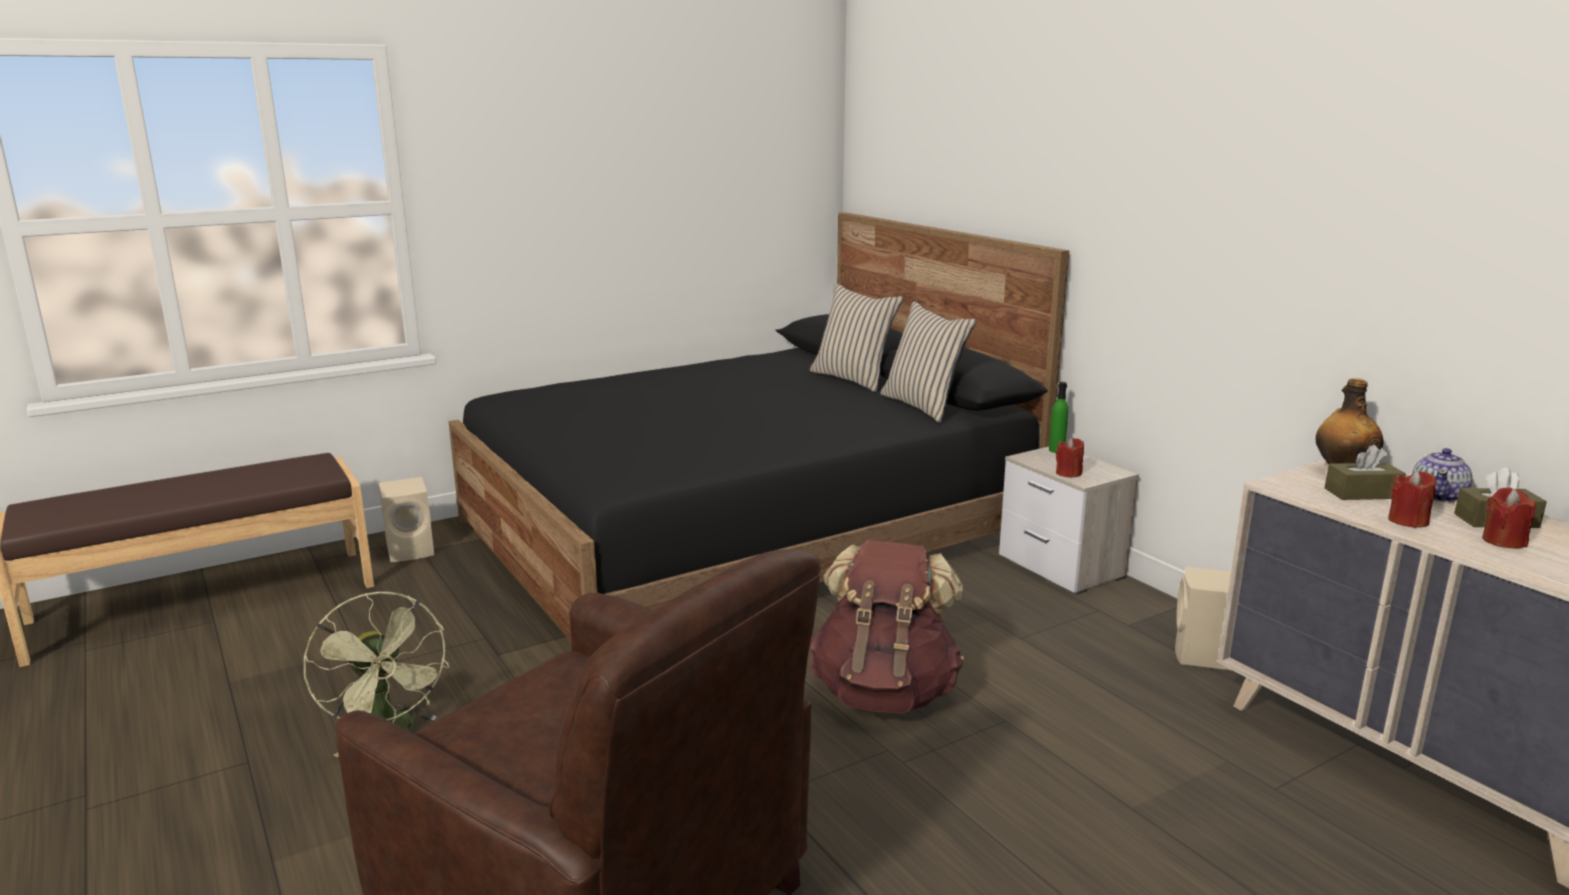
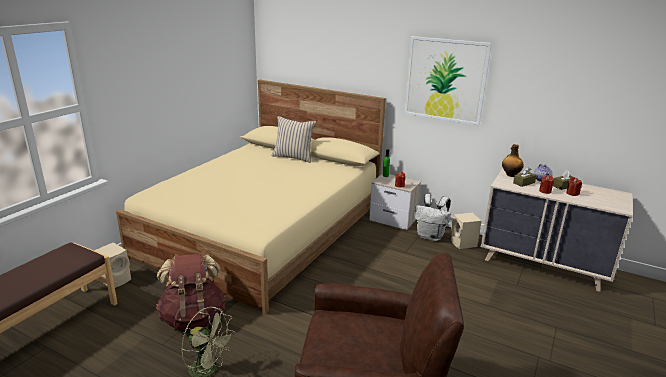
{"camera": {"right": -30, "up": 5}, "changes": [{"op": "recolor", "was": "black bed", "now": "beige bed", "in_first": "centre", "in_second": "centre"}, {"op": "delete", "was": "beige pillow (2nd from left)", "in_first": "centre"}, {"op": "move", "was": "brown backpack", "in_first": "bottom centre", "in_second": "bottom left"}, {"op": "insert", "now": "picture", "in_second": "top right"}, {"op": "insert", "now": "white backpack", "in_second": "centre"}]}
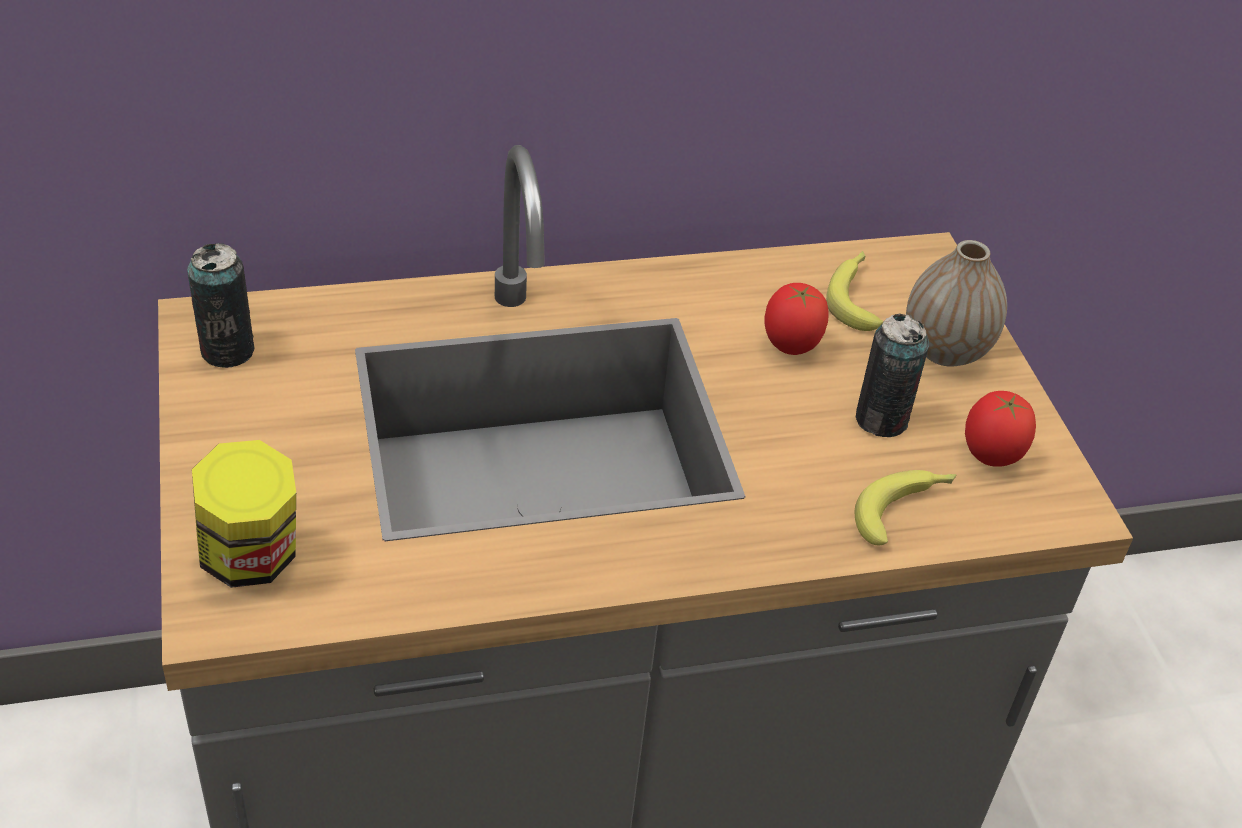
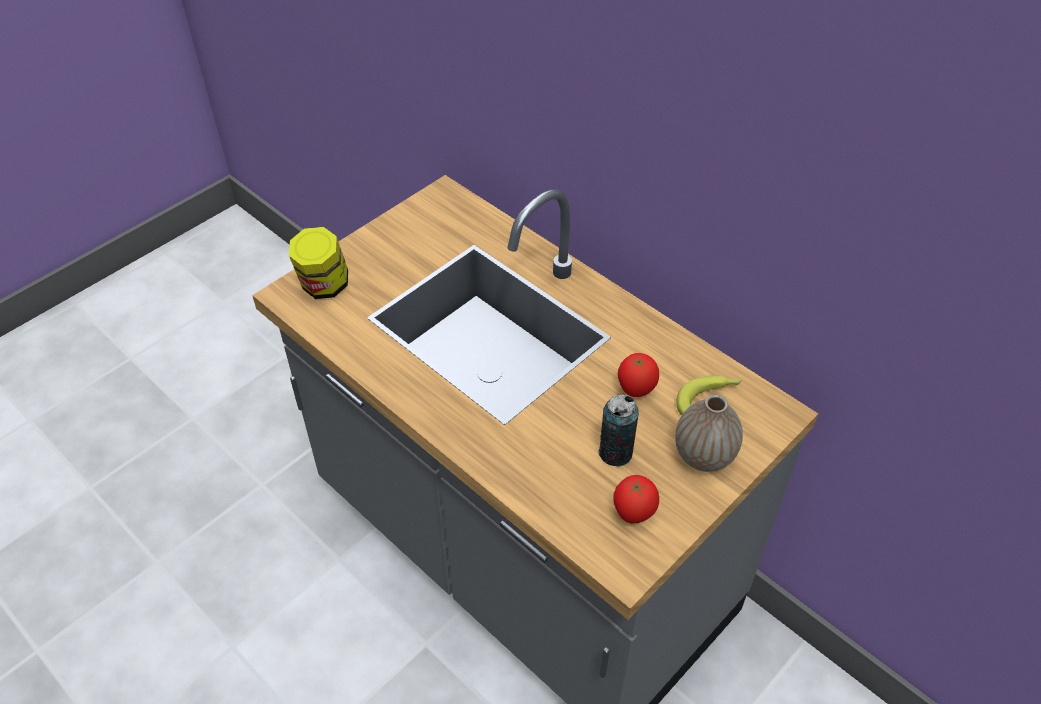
{"camera": {"right": 60, "up": 5}, "changes": [{"op": "delete", "was": "can (1st from left)", "in_first": "middle left"}, {"op": "delete", "was": "banana (2nd from left)", "in_first": "middle right"}]}
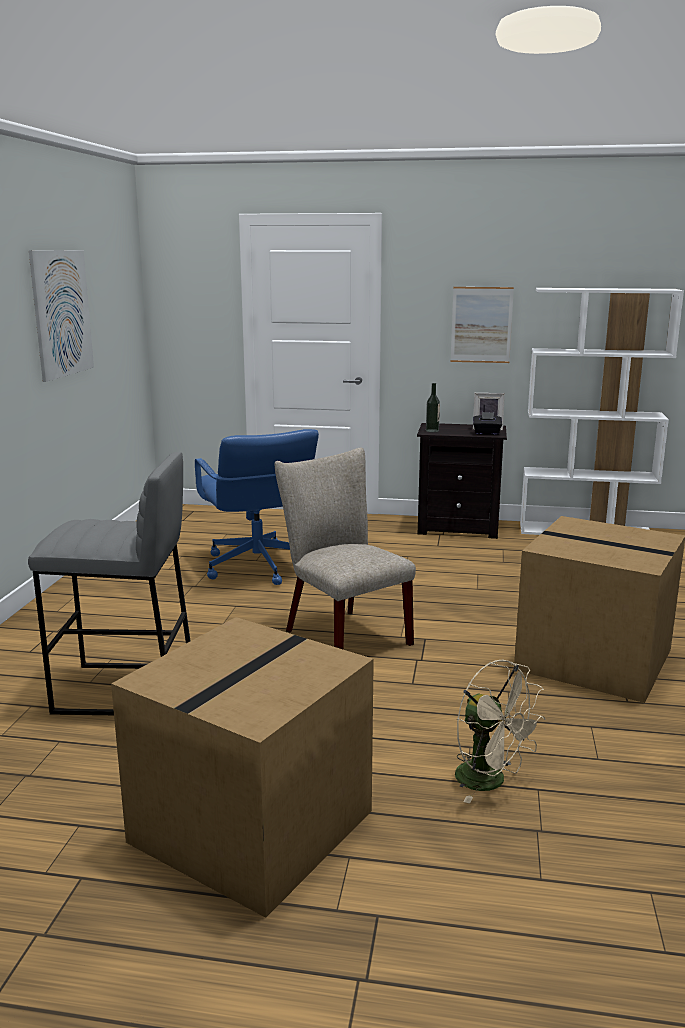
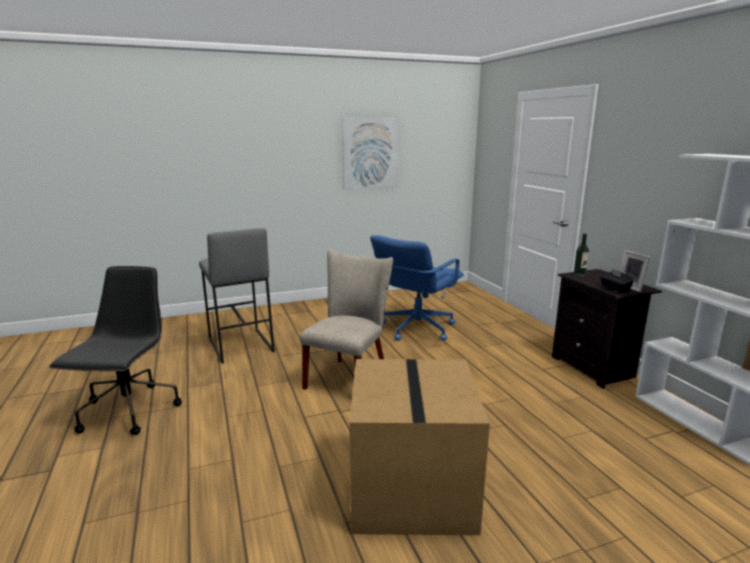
{"camera": {"right": 60, "up": 0}, "changes": [{"op": "delete", "was": "picture (2nd from left)", "in_first": "top right"}, {"op": "replace", "was": "cardboard box (1st from left)", "now": "black office chair", "in_first": "bottom centre", "in_second": "middle left"}, {"op": "delete", "was": "beige fan", "in_first": "bottom right"}]}
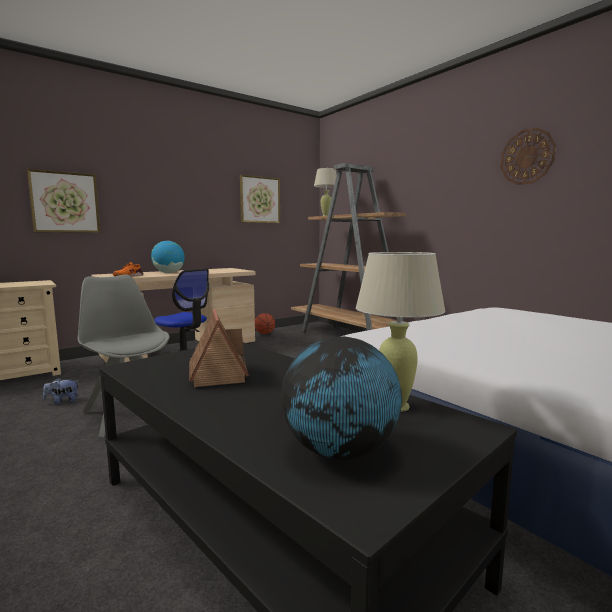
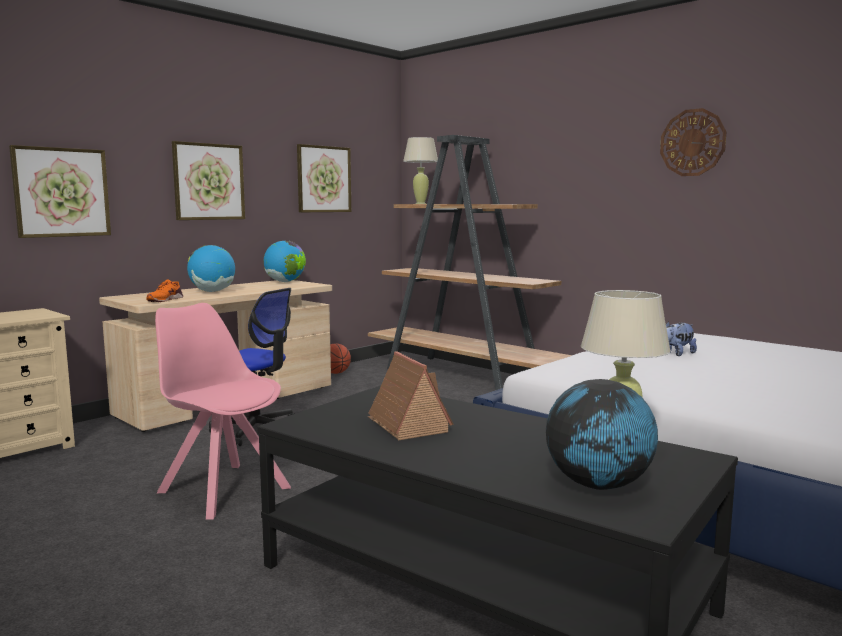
{"camera": {"right": -10, "up": 0}, "changes": [{"op": "recolor", "was": "grey chair", "now": "pink chair", "in_first": "middle left", "in_second": "middle left"}, {"op": "move", "was": "plush toy", "in_first": "middle left", "in_second": "middle right"}, {"op": "insert", "now": "picture (2nd from left)", "in_second": "top left"}, {"op": "insert", "now": "globe (2nd from left)", "in_second": "centre"}]}
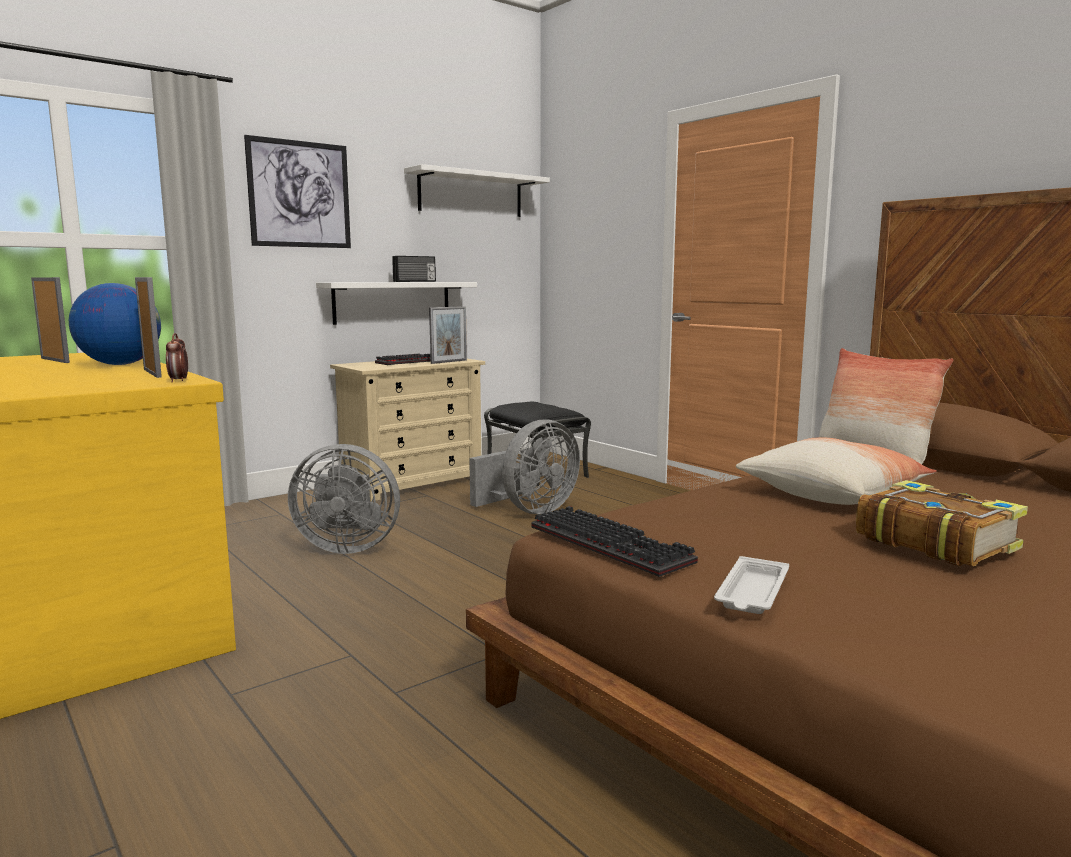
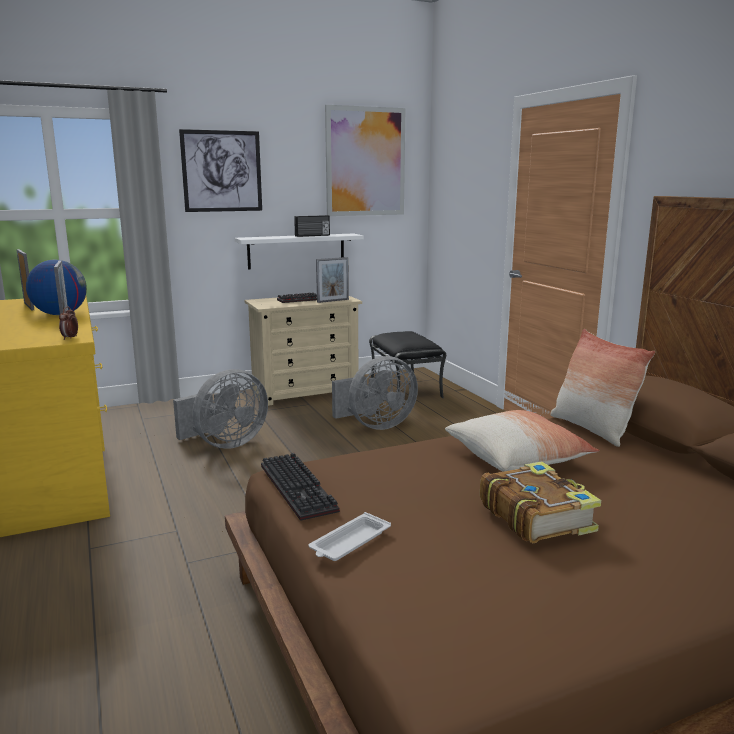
{"camera": {"right": 15, "up": 5}, "changes": [{"op": "replace", "was": "white shelf (2nd from left)", "now": "picture (2nd from left)", "in_first": "top centre", "in_second": "top centre"}, {"op": "rotate", "was": "grey fan (1st from left)", "in_first": "middle left", "in_second": "middle left", "clockwise": -60}]}
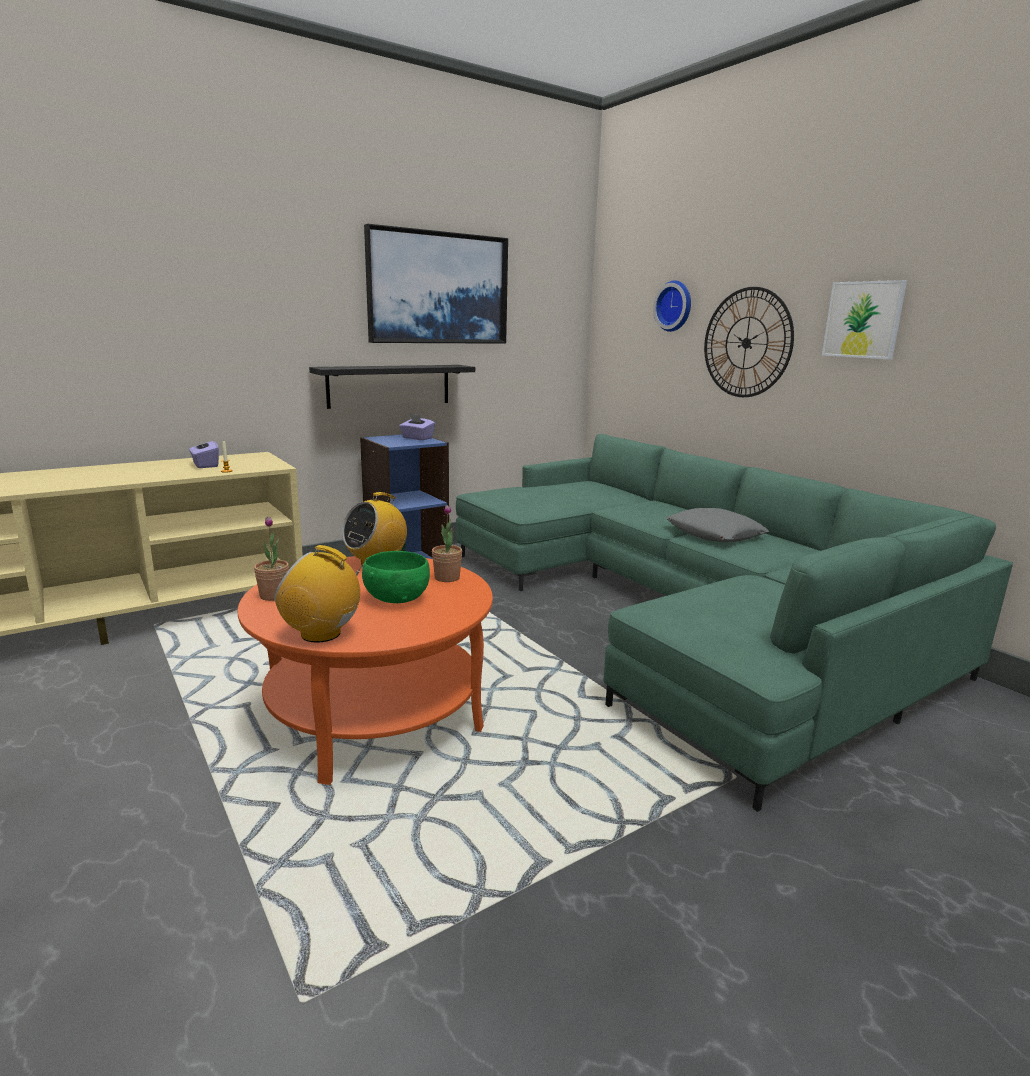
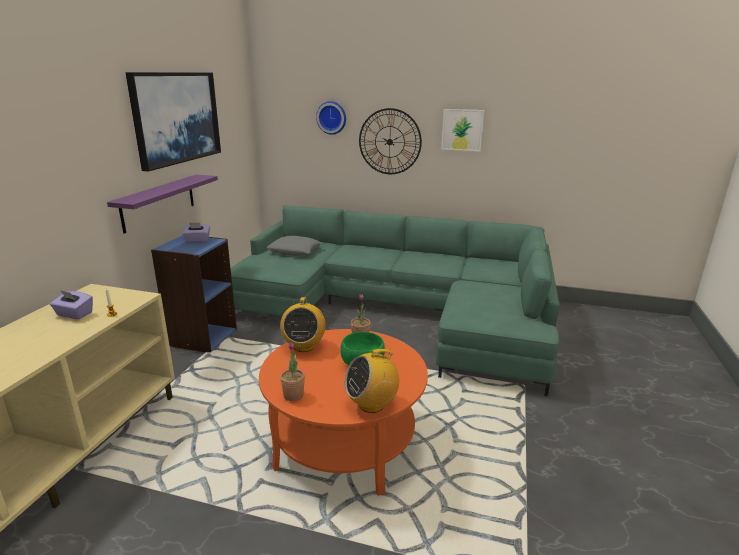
{"camera": {"right": -40, "up": 5}, "changes": [{"op": "recolor", "was": "black shelf", "now": "purple shelf", "in_first": "centre", "in_second": "middle left"}, {"op": "move", "was": "grey pillow", "in_first": "middle right", "in_second": "centre"}]}
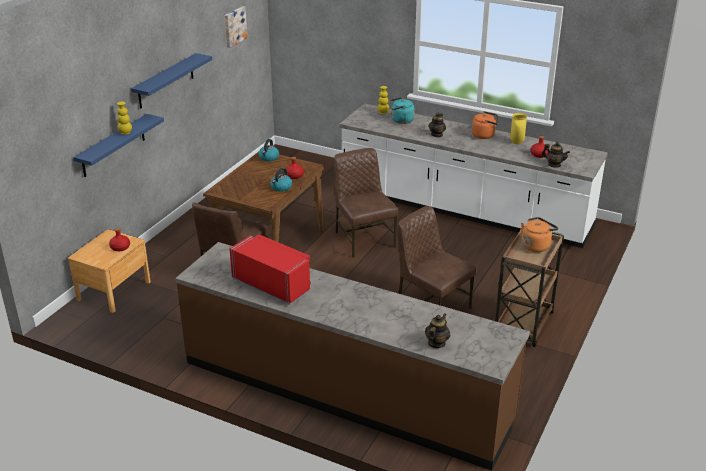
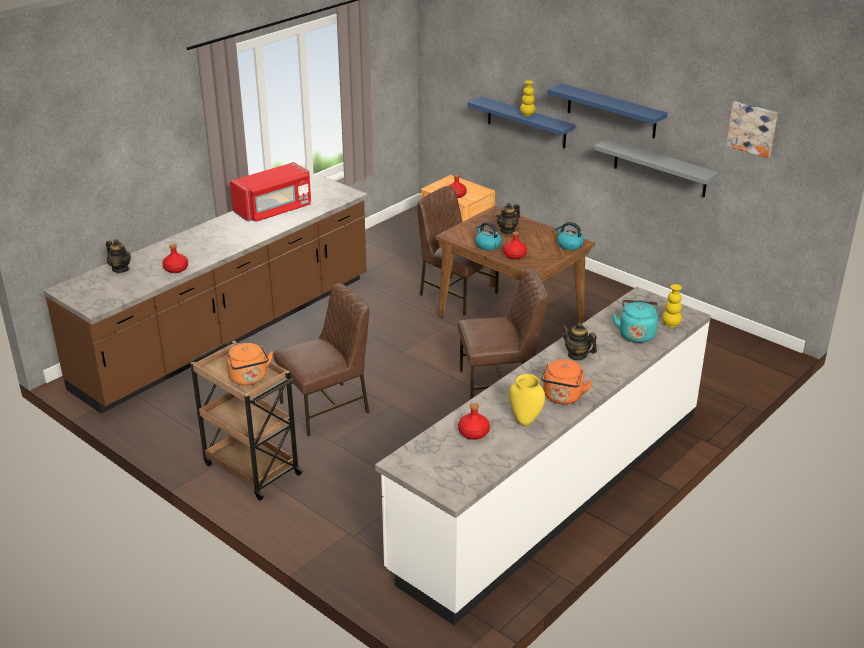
{"camera": {"right": 105, "up": 0}, "changes": [{"op": "move", "was": "teapot (3rd from left in the first image)", "now": "teapot (2nd from left)", "in_first": "top right", "in_second": "centre"}, {"op": "insert", "now": "grey shelf", "in_second": "top right"}, {"op": "insert", "now": "red bottle (1st from left)", "in_second": "middle left"}]}
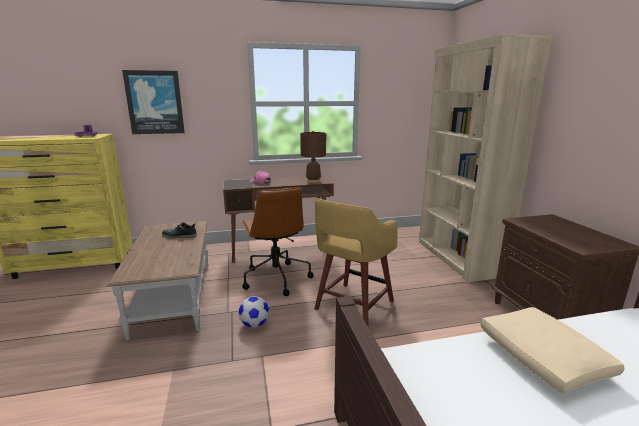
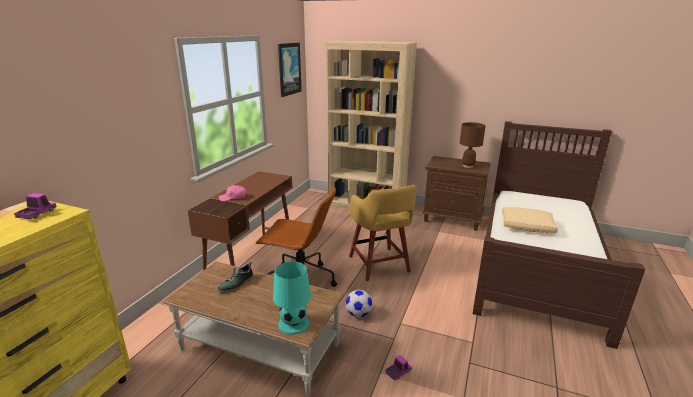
{"camera": {"right": -55, "up": 5}, "changes": [{"op": "move", "was": "picture", "in_first": "top left", "in_second": "top centre"}, {"op": "move", "was": "brown table lamp", "in_first": "centre", "in_second": "middle right"}, {"op": "insert", "now": "turquoise table lamp", "in_second": "bottom centre"}, {"op": "insert", "now": "toy truck (2nd from left)", "in_second": "bottom centre"}]}
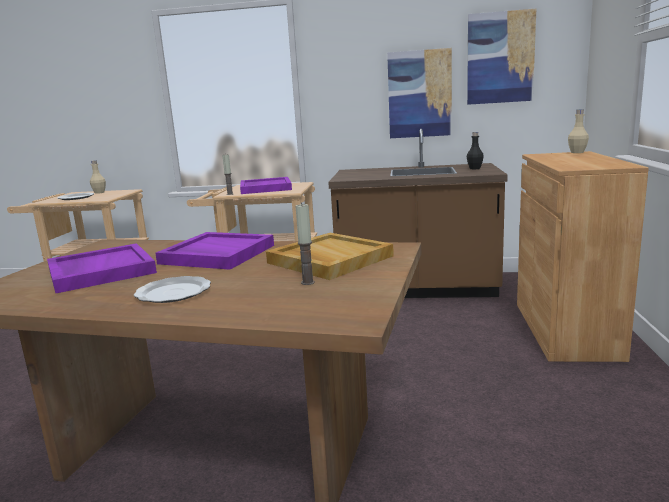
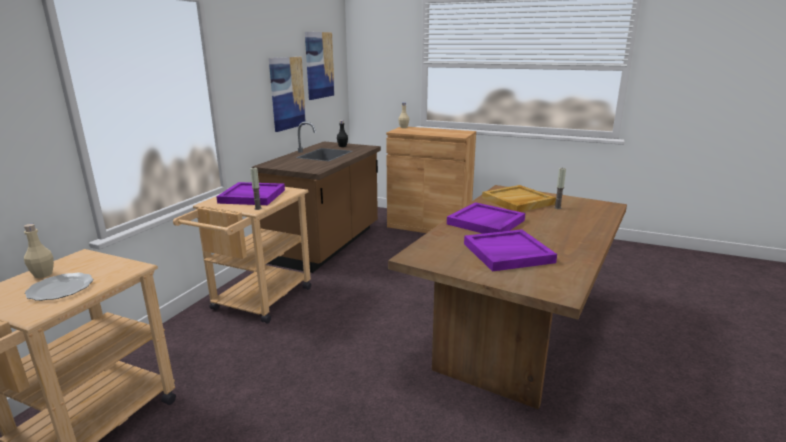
{"camera": {"right": -75, "up": 5}, "changes": [{"op": "delete", "was": "plate (2nd from left)", "in_first": "middle left"}]}
